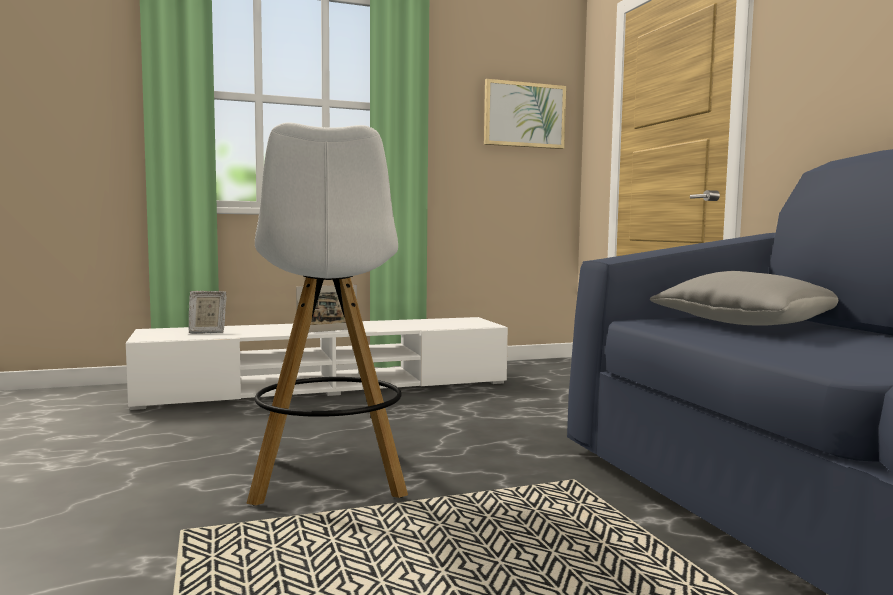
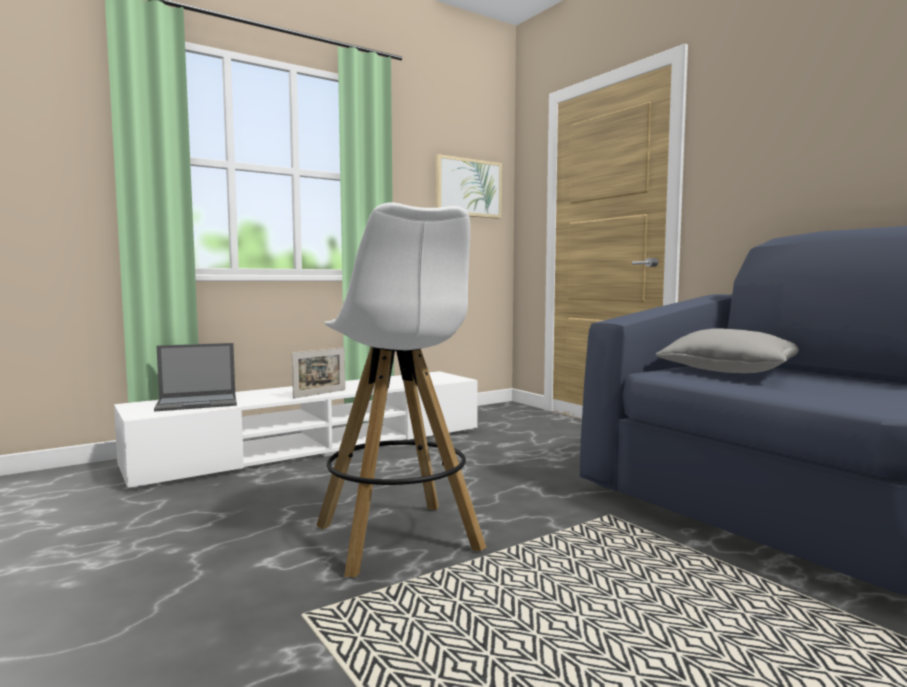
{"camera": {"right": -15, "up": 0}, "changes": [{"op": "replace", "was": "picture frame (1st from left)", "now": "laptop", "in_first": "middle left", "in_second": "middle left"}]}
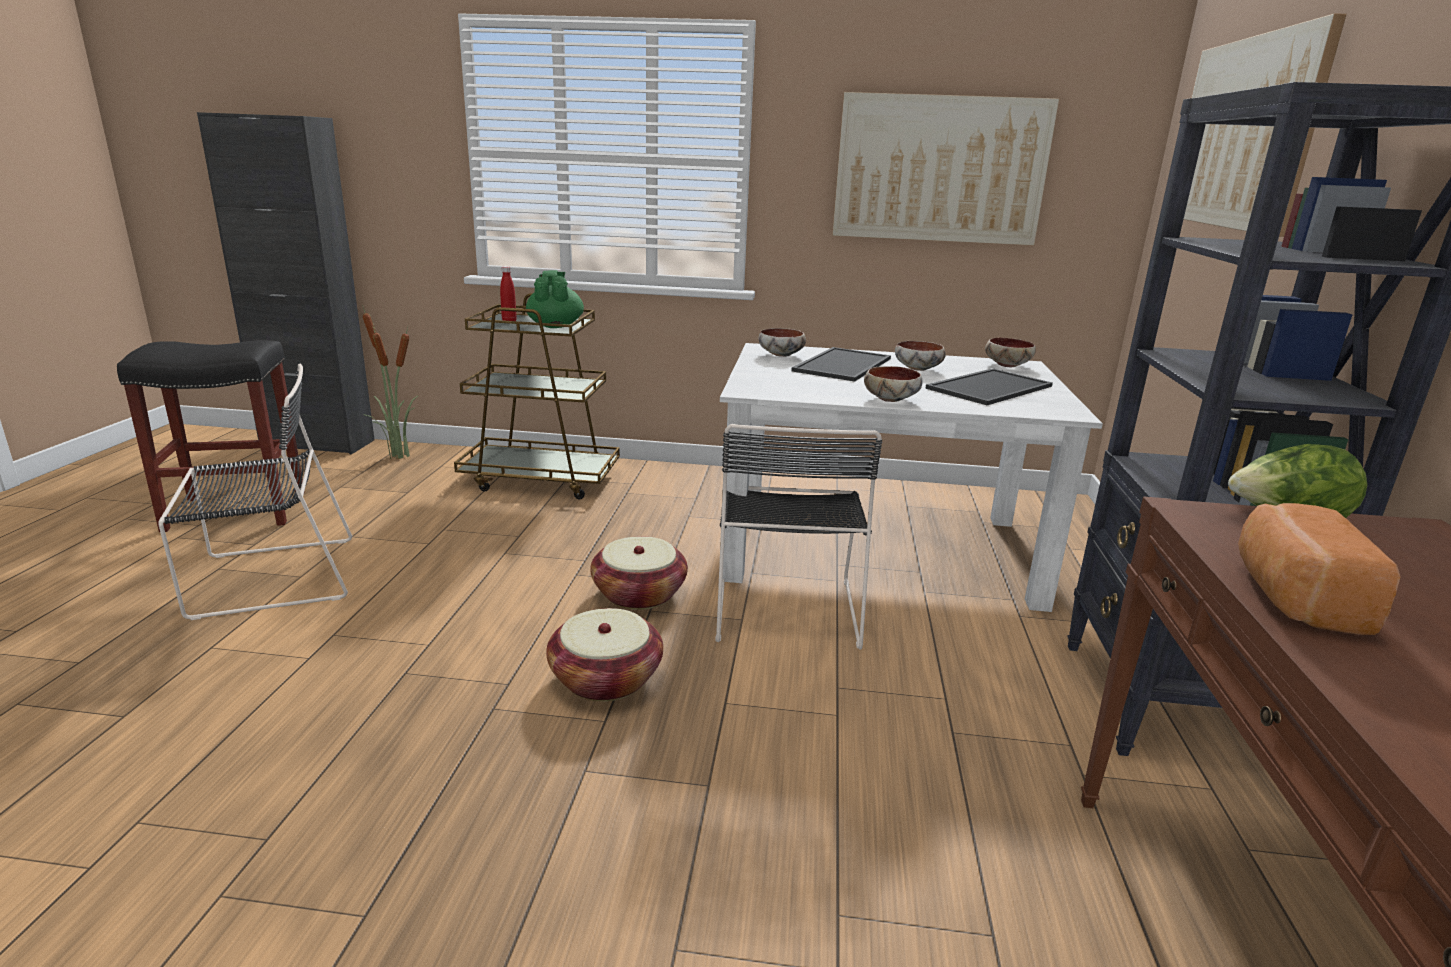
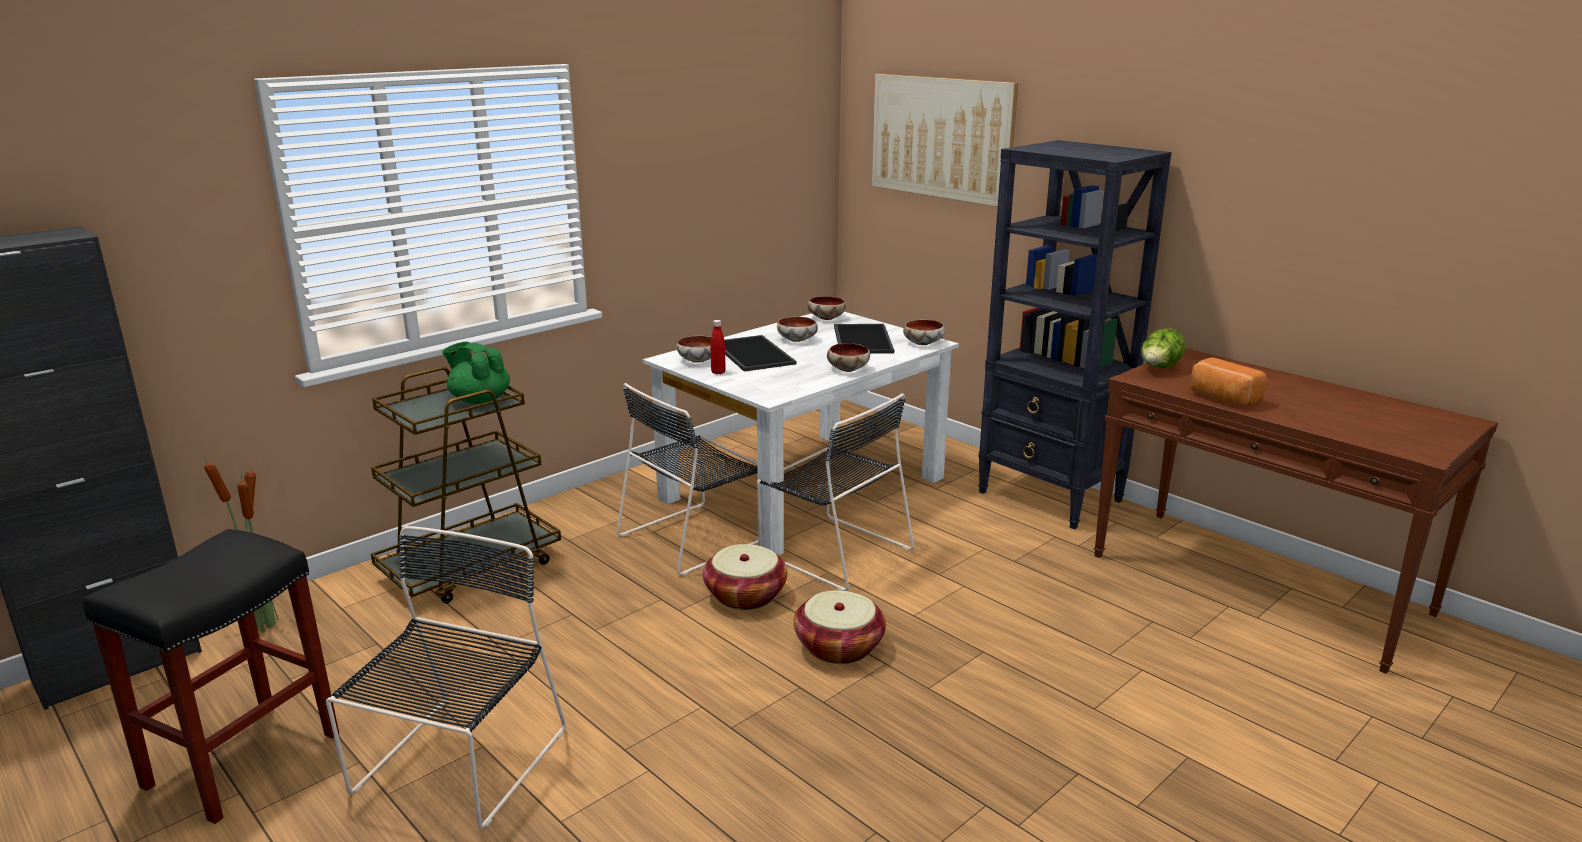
{"camera": {"right": -50, "up": 0}, "changes": [{"op": "delete", "was": "picture (1st from left)", "in_first": "top centre"}, {"op": "move", "was": "red bottle", "in_first": "top centre", "in_second": "centre"}, {"op": "insert", "now": "bowl (5th from left)", "in_second": "centre"}, {"op": "insert", "now": "black chair (2nd from left)", "in_second": "centre"}]}
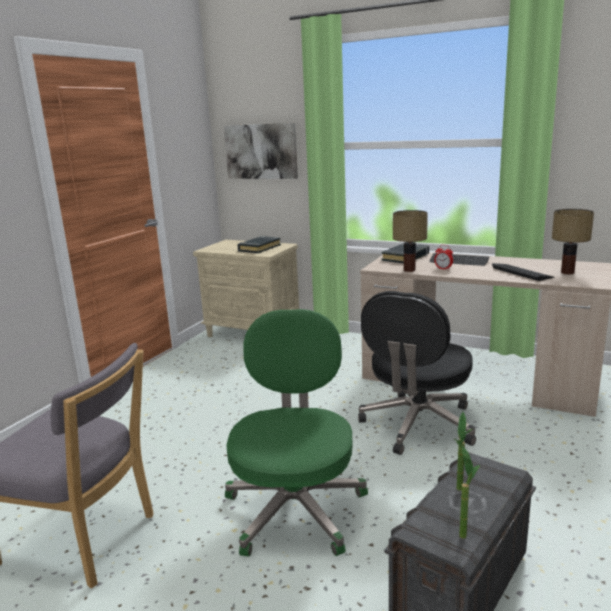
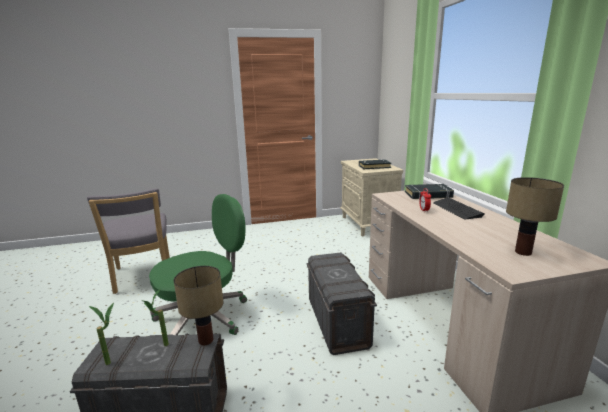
{"camera": {"right": 50, "up": 0}, "changes": [{"op": "delete", "was": "picture", "in_first": "top centre"}, {"op": "move", "was": "table lamp (1st from left)", "in_first": "middle right", "in_second": "bottom left"}, {"op": "delete", "was": "keyboard (2nd from left)", "in_first": "middle right"}, {"op": "replace", "was": "black office chair", "now": "grey storage box (2nd from left)", "in_first": "middle right", "in_second": "bottom centre"}]}
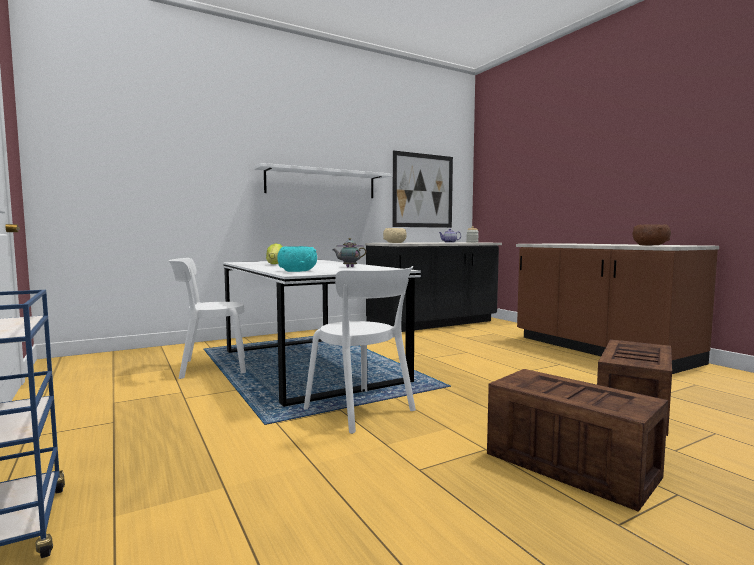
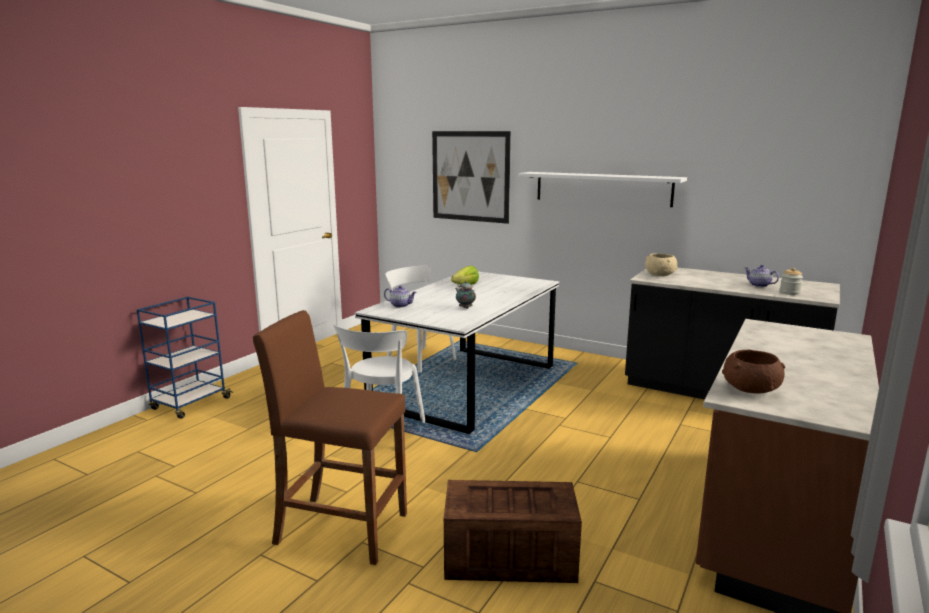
{"camera": {"right": 60, "up": 10}, "changes": [{"op": "move", "was": "picture", "in_first": "centre", "in_second": "top centre"}, {"op": "replace", "was": "turquoise bowl", "now": "teapot (1st from left)", "in_first": "centre", "in_second": "centre"}, {"op": "replace", "was": "crate (1st from left)", "now": "brown stool", "in_first": "bottom right", "in_second": "bottom centre"}]}
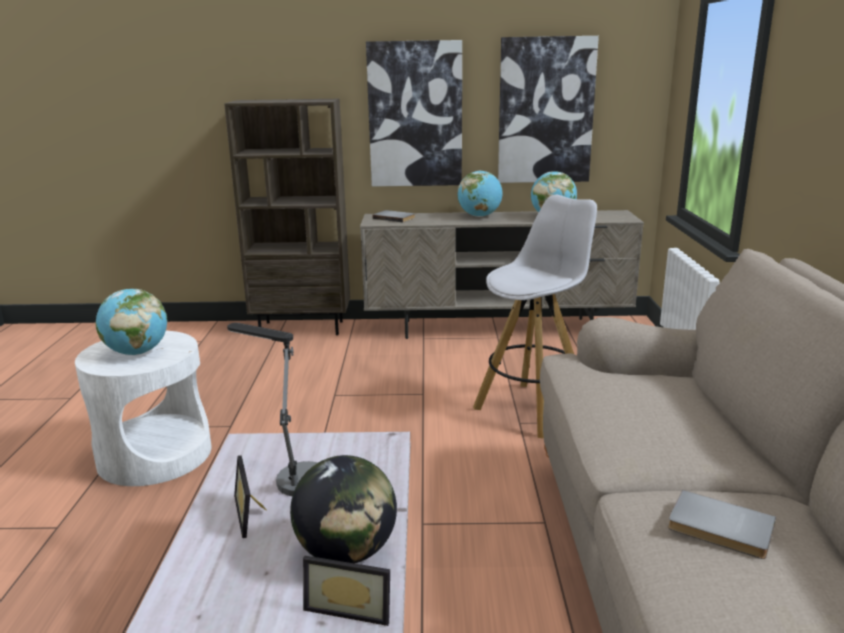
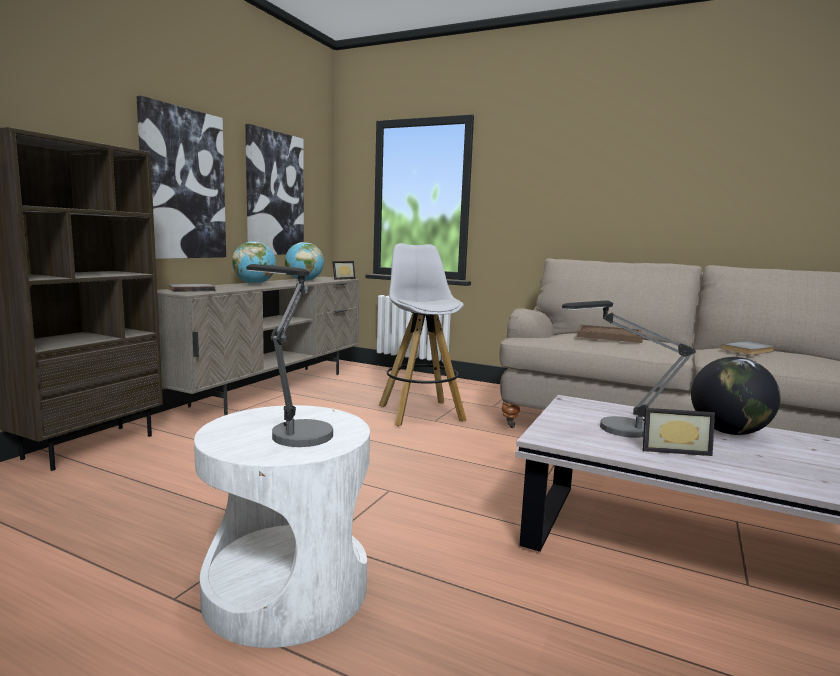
{"camera": {"right": -65, "up": -10}, "changes": [{"op": "replace", "was": "globe (1st from left)", "now": "table lamp (1st from left)", "in_first": "middle left", "in_second": "centre"}, {"op": "move", "was": "picture frame (2nd from left in the first image)", "now": "picture frame (1st from left)", "in_first": "bottom centre", "in_second": "centre"}, {"op": "insert", "now": "brown tray", "in_second": "middle right"}]}
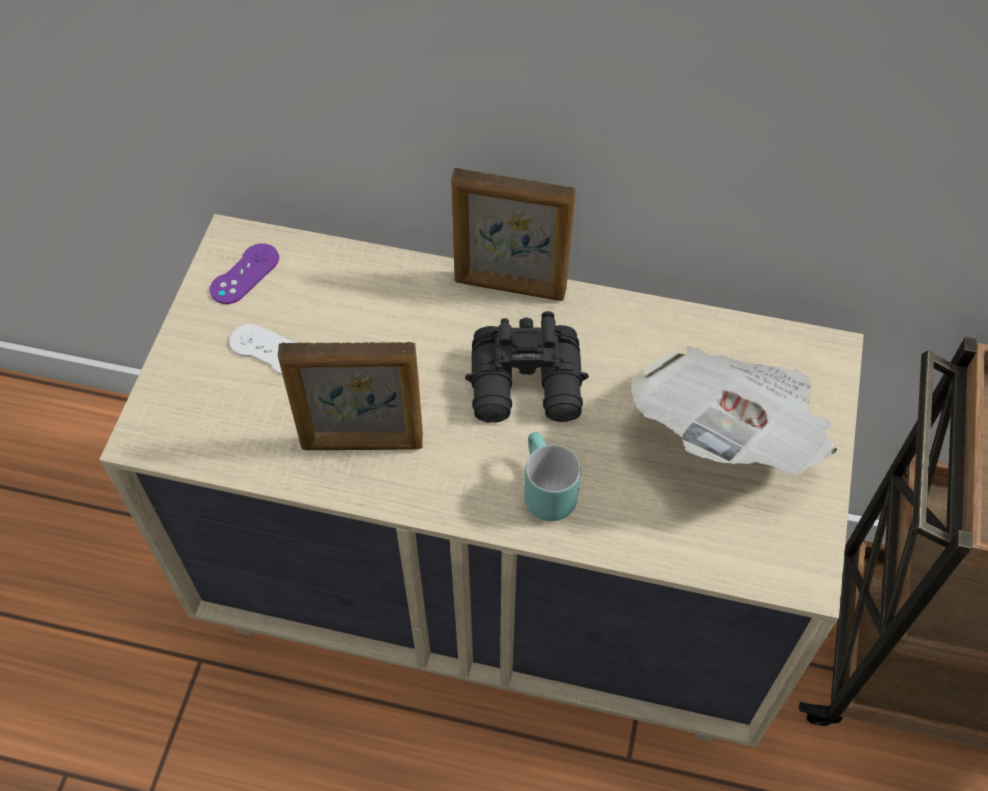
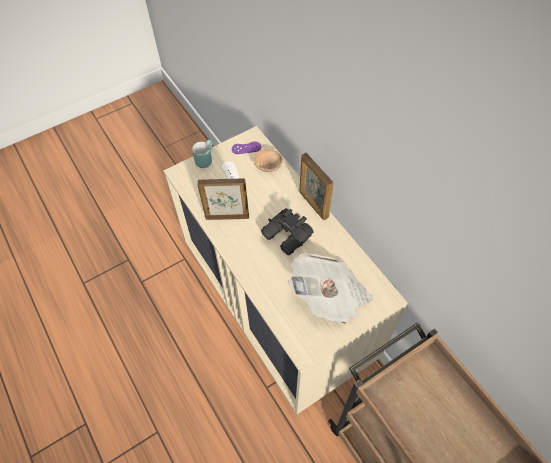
{"camera": {"right": 45, "up": 0}, "changes": [{"op": "rotate", "was": "picture frame (1st from left)", "in_first": "centre", "in_second": "centre", "clockwise": 135}, {"op": "move", "was": "turquoise mug", "in_first": "centre", "in_second": "top centre"}, {"op": "insert", "now": "brown bowl", "in_second": "centre"}]}
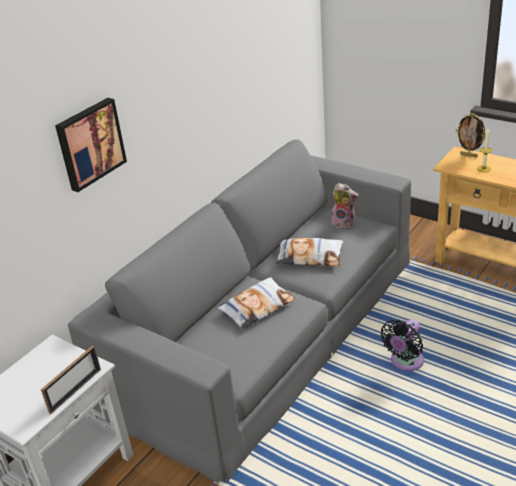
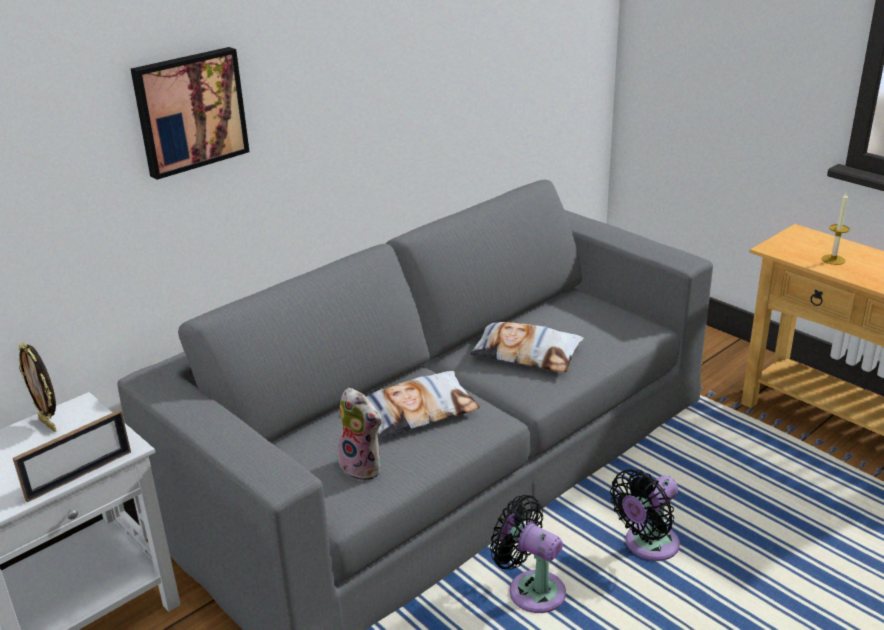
{"camera": {"right": 10, "up": -5}, "changes": [{"op": "move", "was": "picture frame (2nd from left in the first image)", "now": "picture frame (1st from left)", "in_first": "top right", "in_second": "middle left"}, {"op": "move", "was": "plush toy", "in_first": "middle right", "in_second": "bottom centre"}, {"op": "insert", "now": "black fan (1st from left)", "in_second": "bottom centre"}]}
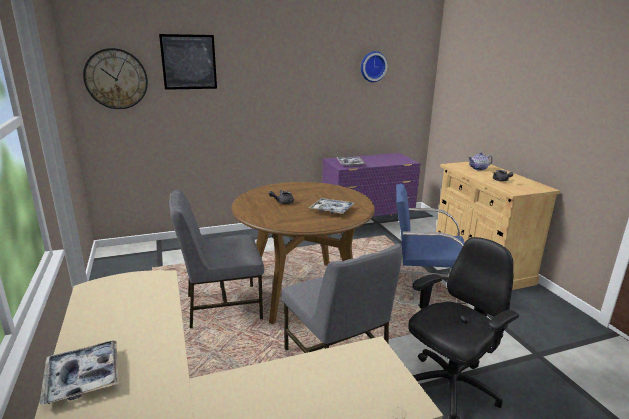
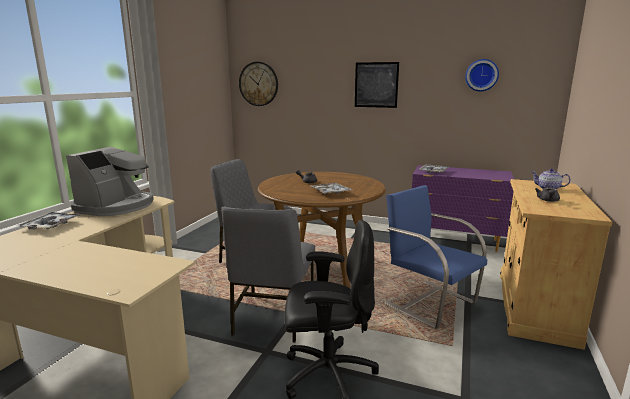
{"camera": {"right": 40, "up": -5}, "changes": [{"op": "move", "was": "picture", "in_first": "top left", "in_second": "top centre"}, {"op": "insert", "now": "coffee machine", "in_second": "middle left"}]}
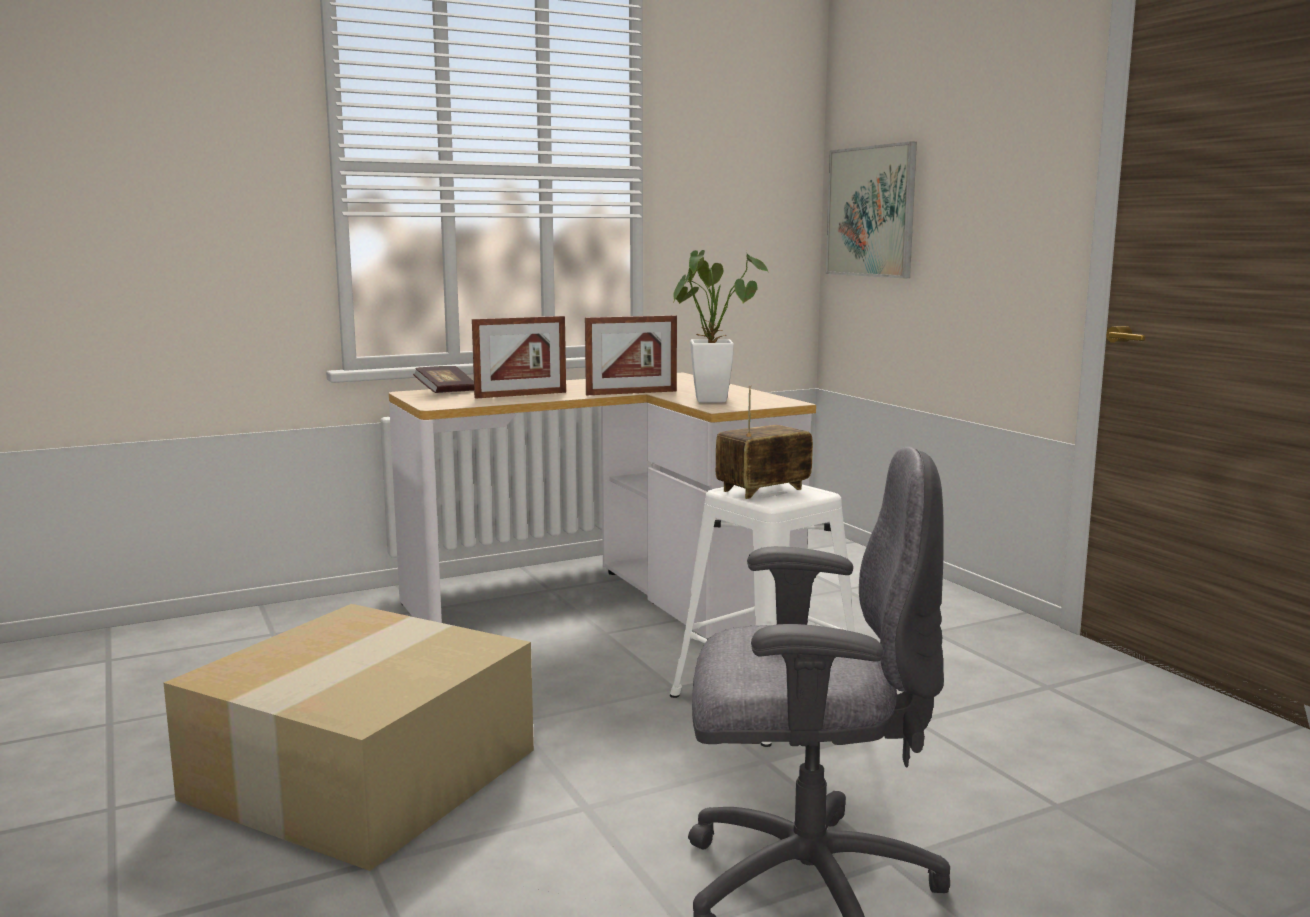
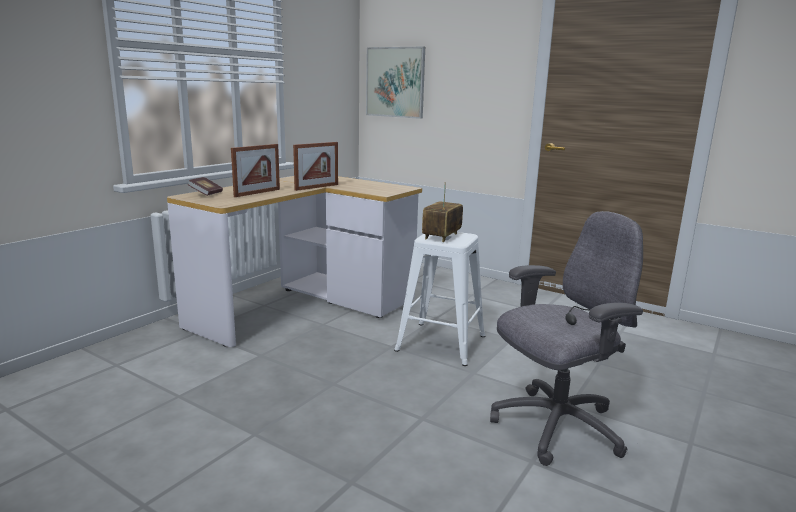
{"camera": {"right": -30, "up": 5}, "changes": [{"op": "delete", "was": "potted plant", "in_first": "centre"}, {"op": "delete", "was": "cardboard box", "in_first": "bottom left"}]}
